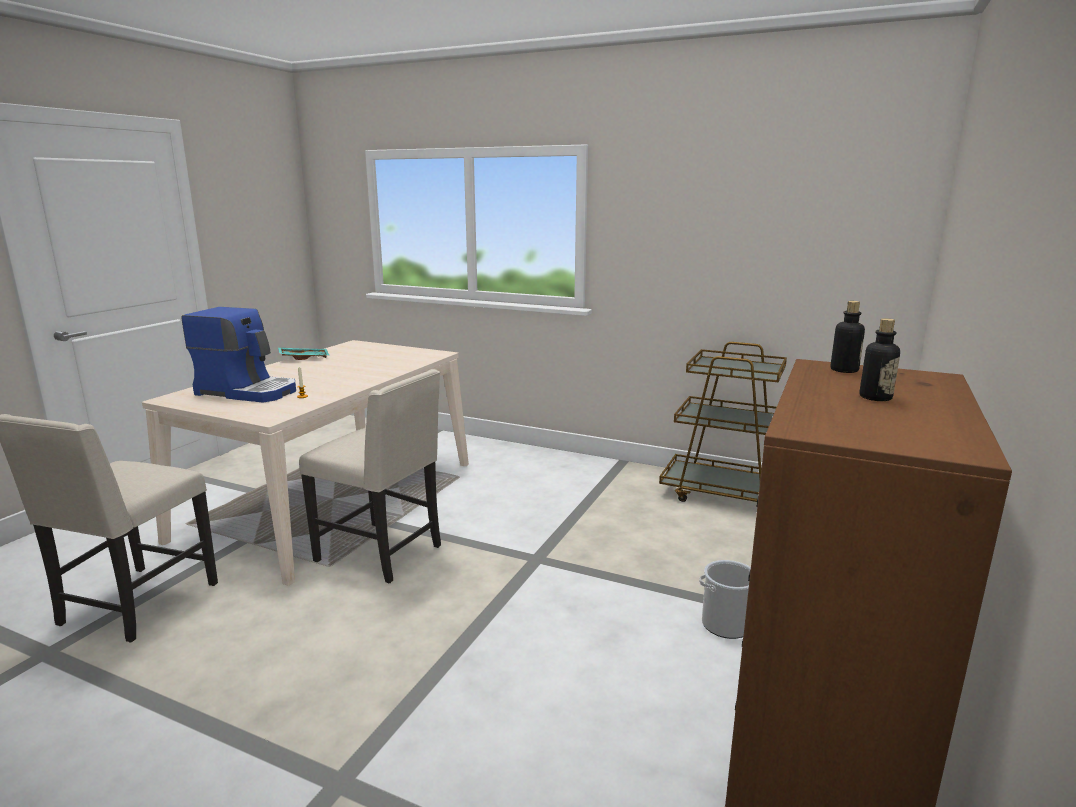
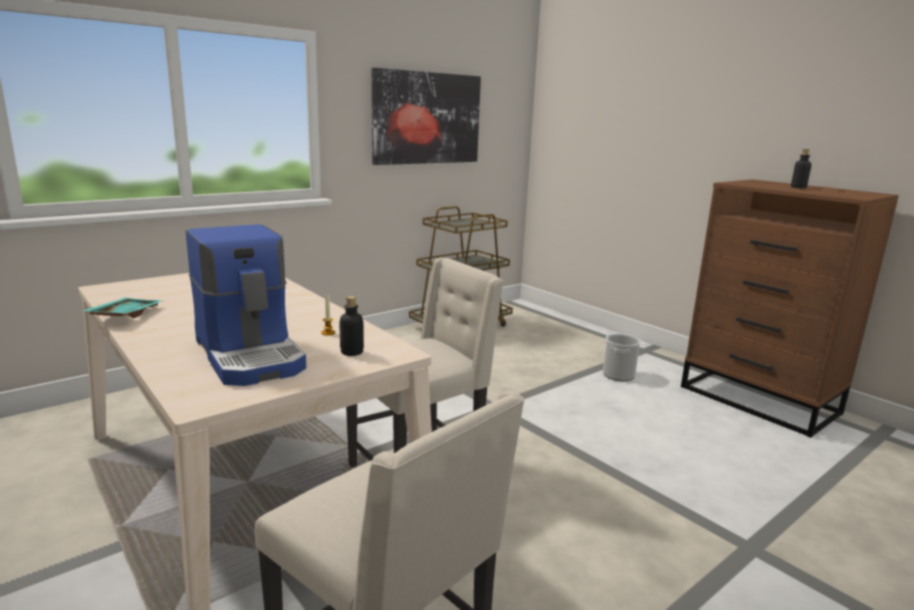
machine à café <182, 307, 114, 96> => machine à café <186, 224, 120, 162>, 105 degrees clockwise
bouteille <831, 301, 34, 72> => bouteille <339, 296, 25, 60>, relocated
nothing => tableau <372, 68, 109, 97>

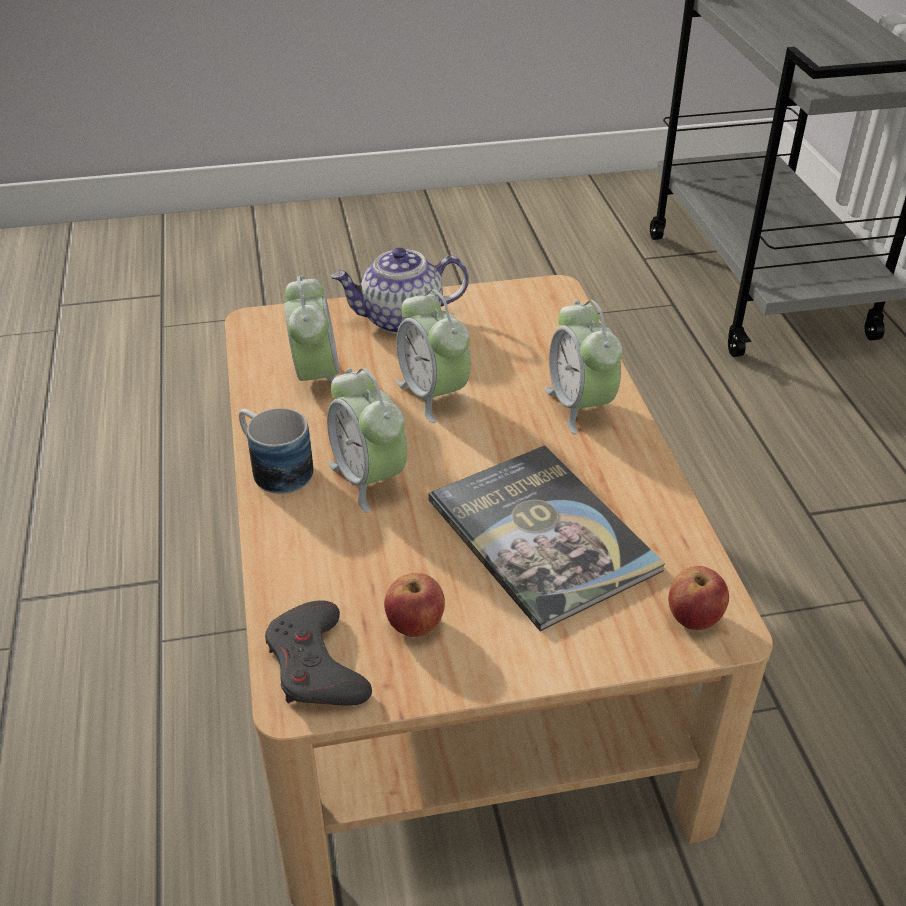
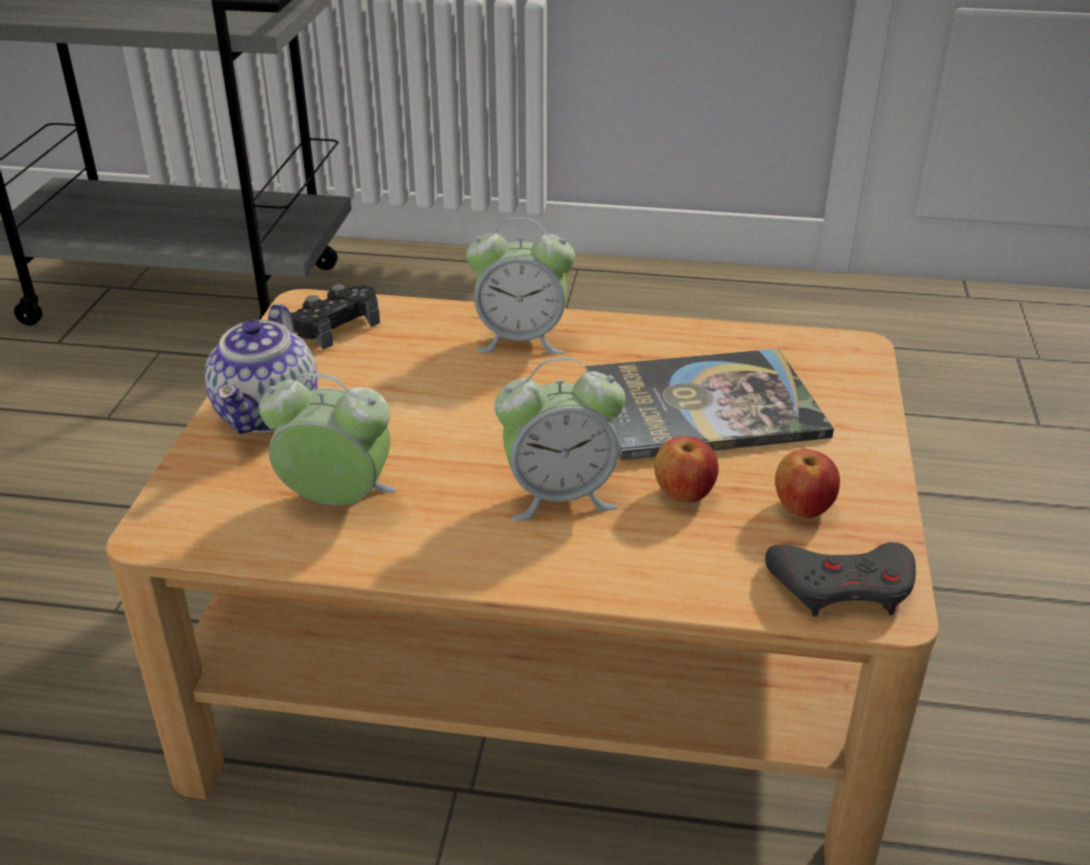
mug <239, 408, 75, 86> => nothing
réveil <396, 289, 75, 134> => nothing
pomme <668, 566, 61, 64> => pomme <654, 436, 64, 66>, relocated
nothing => manette (noir) <291, 284, 89, 66>

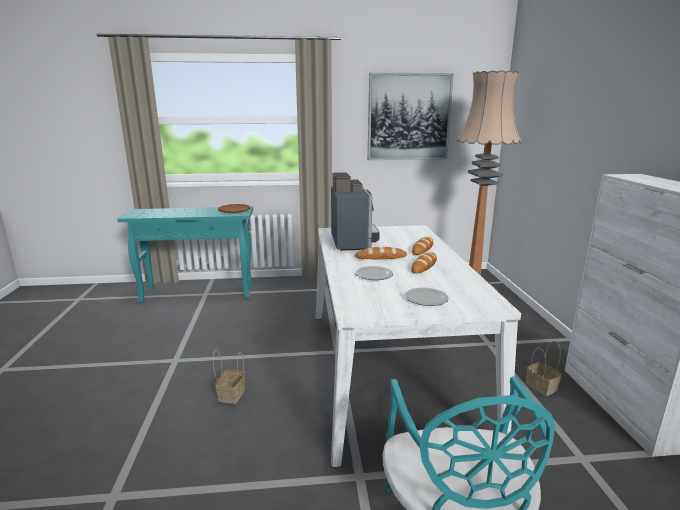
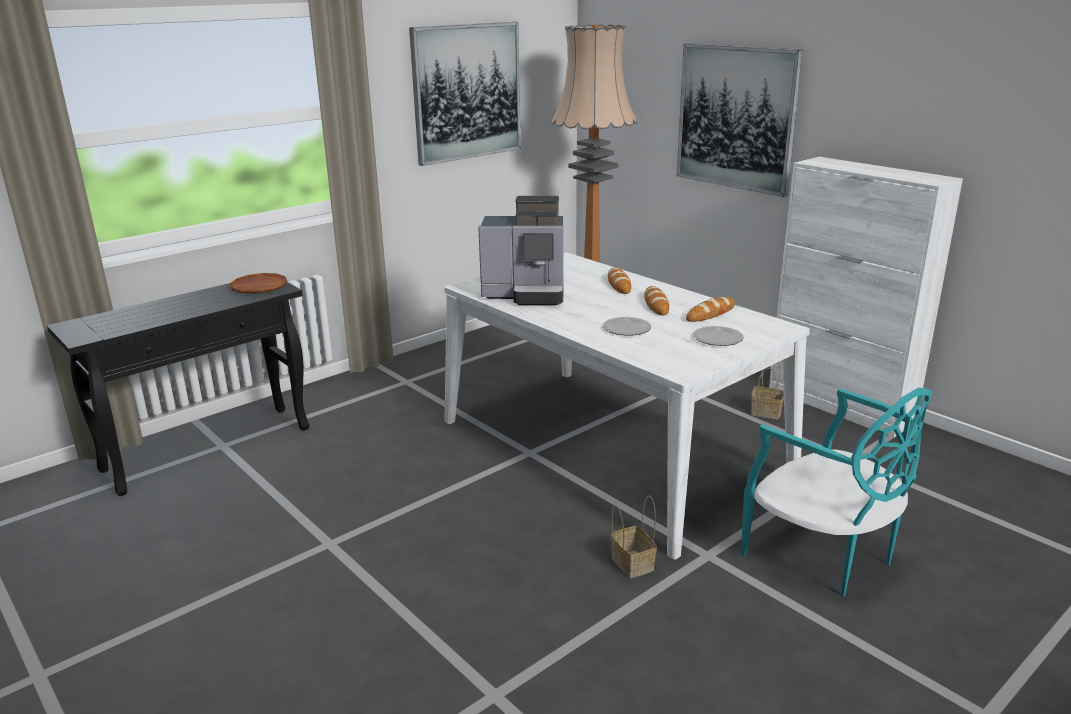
table console (turquoise) <117, 206, 136, 97> => table console (noir) <47, 282, 262, 214>
panier <213, 349, 32, 55> => panier <611, 496, 46, 82>, relocated
machine à café <331, 172, 49, 79> => machine à café <478, 196, 85, 109>, 135 degrees clockwise
pain <355, 247, 52, 12> => pain <686, 297, 49, 25>, relocated
nothing => tableau <677, 43, 126, 154>

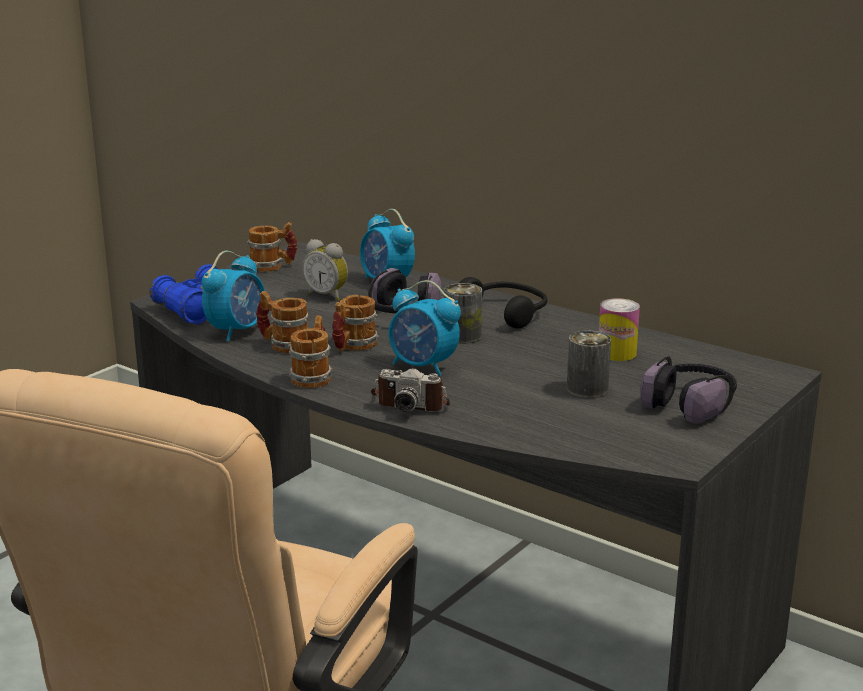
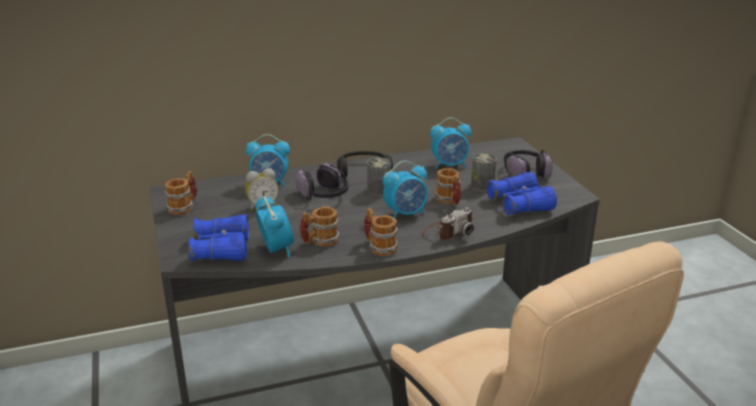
mug <332, 295, 47, 57> => mug <434, 168, 27, 38>, relocated
boîte métallique <599, 298, 41, 63> => réveil <430, 118, 41, 51>
nothing => jumelles (bleu) <486, 172, 71, 44>

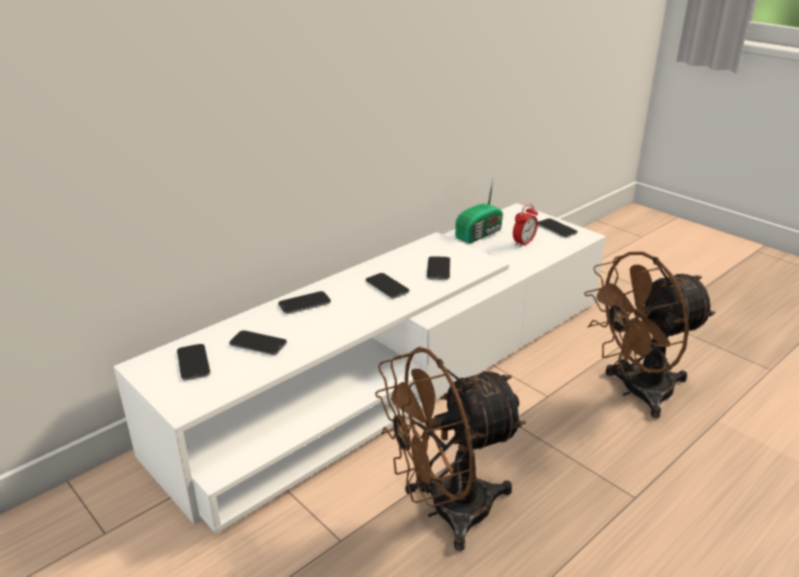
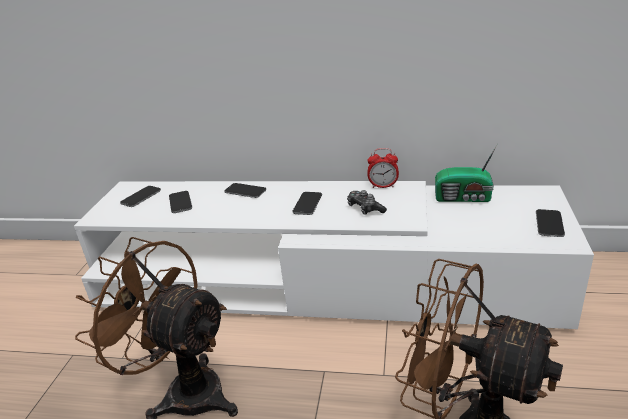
téléphone <427, 256, 23, 24> => manette <347, 190, 40, 25>
réveil <513, 204, 25, 44> => réveil <367, 148, 32, 40>, relocated

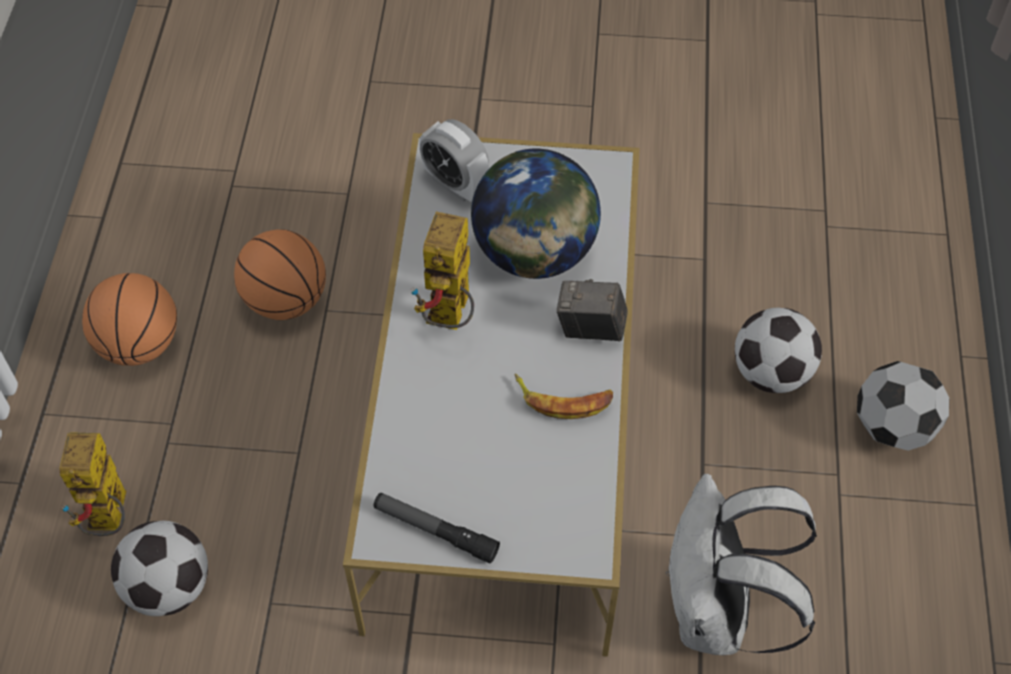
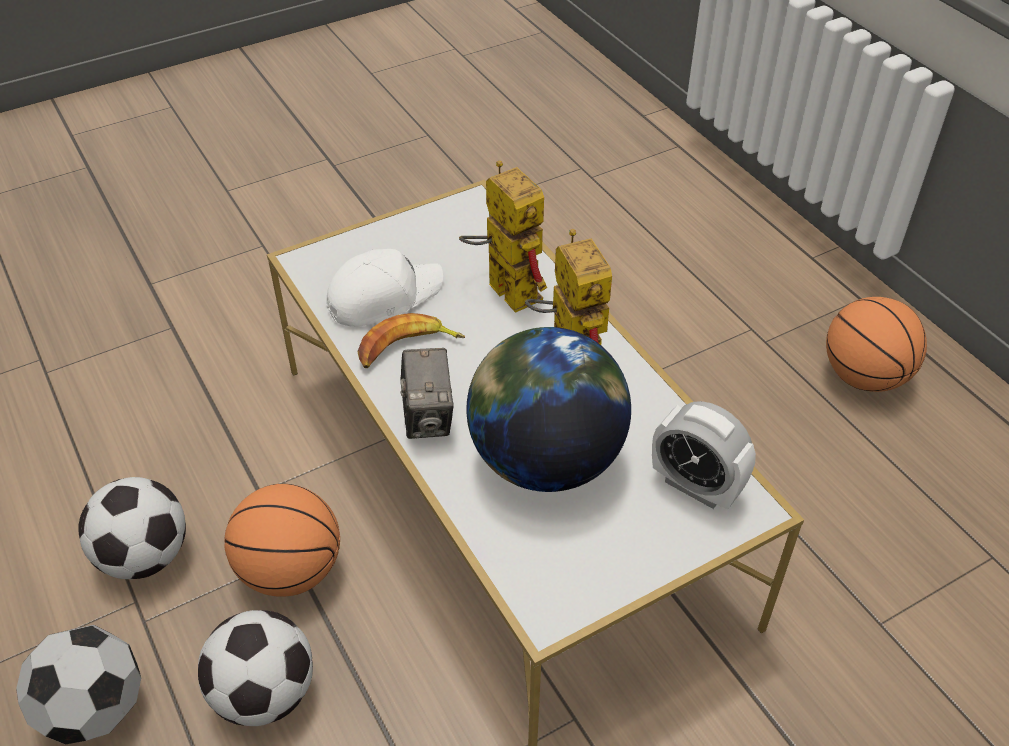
robot jouet <59, 432, 67, 104> => robot jouet <459, 160, 88, 153>, relocated
ballon de foot <111, 521, 97, 95> => ballon de foot <78, 477, 108, 102>, relocated
ballon de basket <234, 229, 92, 91> => ballon de basket <224, 484, 116, 113>, relocated
lampe de poche <373, 493, 127, 71> => nothing
réveil <419, 119, 70, 83> => réveil <652, 401, 104, 108>, 150 degrees counterclockwise
appareil photo <557, 279, 71, 63> => appareil photo <400, 348, 54, 91>, 105 degrees clockwise
sac à dos (blanc) <666, 474, 151, 181> => nothing
nothing => casquette (blanc) <327, 249, 116, 78>

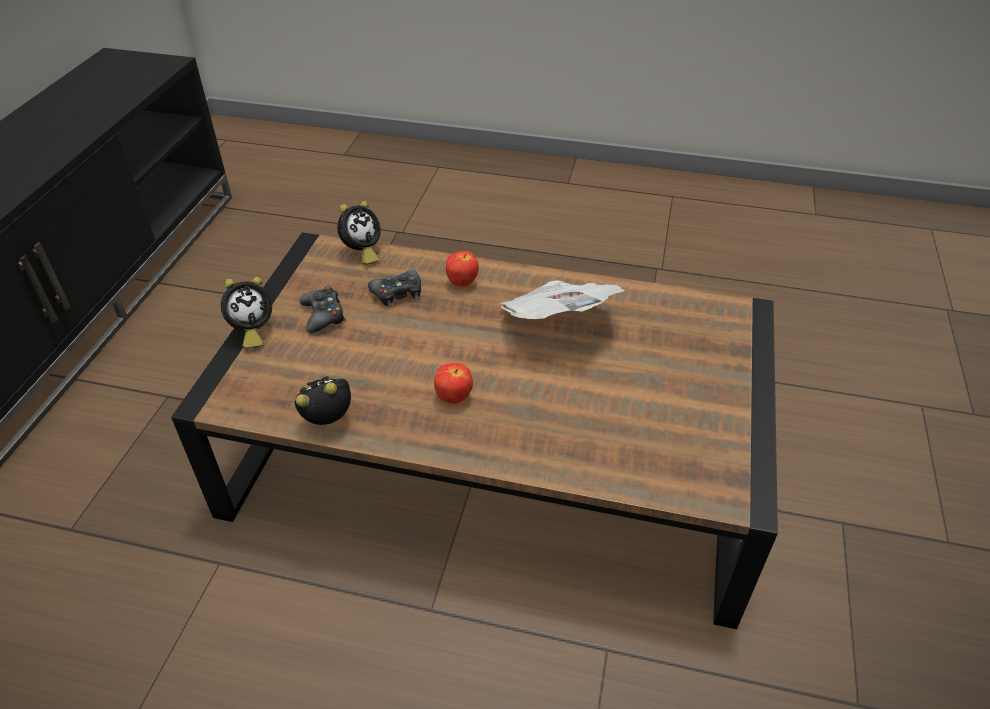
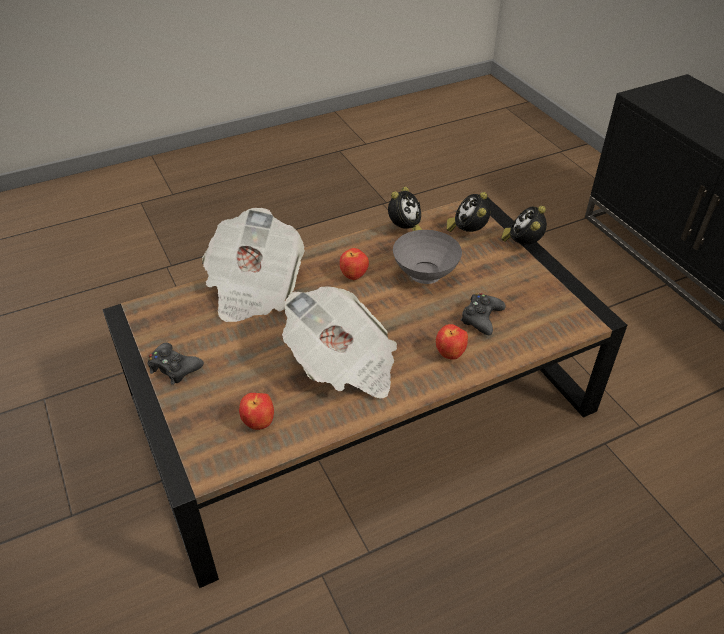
manette (noir) <300, 286, 46, 47> => manette (noir) <147, 342, 57, 43>, relocated
réveil <337, 201, 44, 64> => réveil <446, 192, 44, 40>, relocated
nothing => journal <202, 208, 103, 114>
nothing => pomme <239, 393, 35, 37>
nothing => bol (gris) <393, 230, 69, 54>

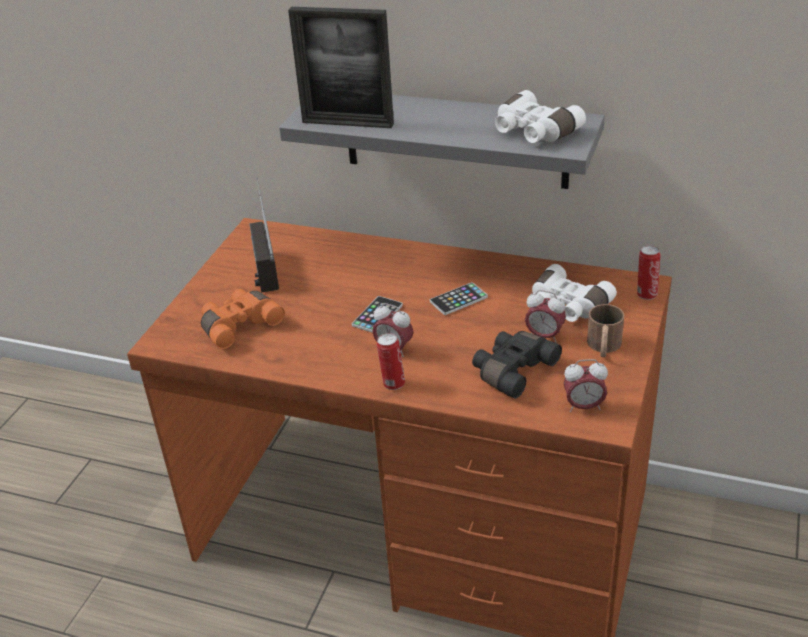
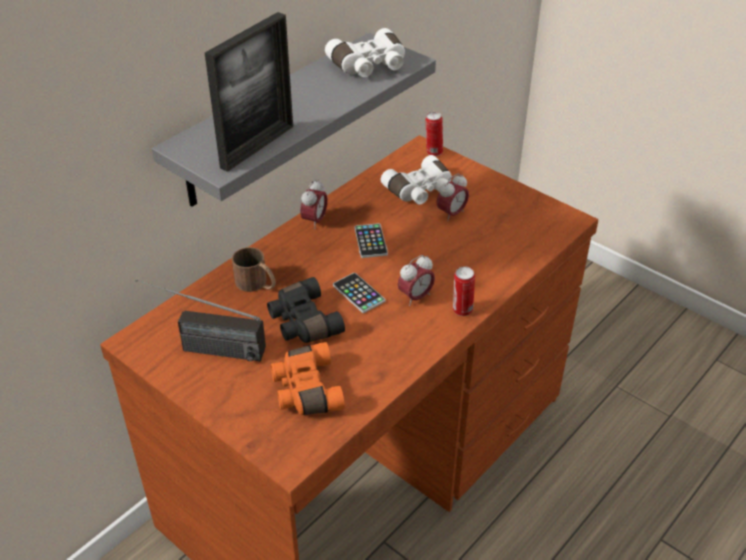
jumelles (noir) <472, 331, 90, 68> => jumelles (noir) <267, 277, 78, 66>, relocated
réveil <564, 359, 44, 53> => réveil <300, 179, 28, 50>, relocated
mug (marron) <587, 304, 37, 53> => mug (marron) <232, 247, 44, 45>, relocated

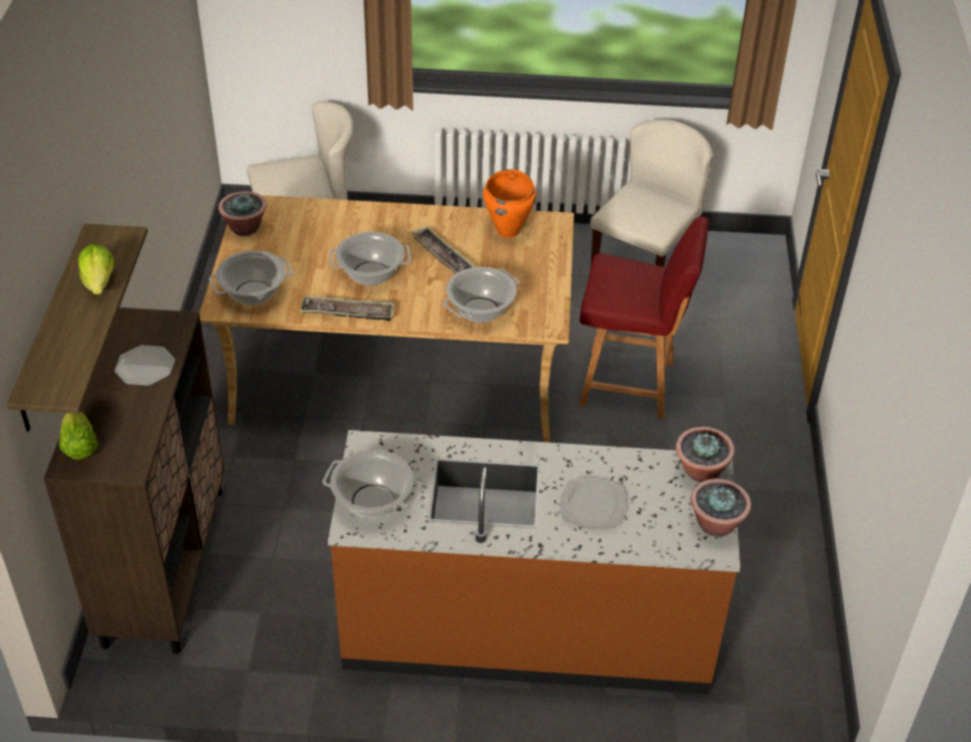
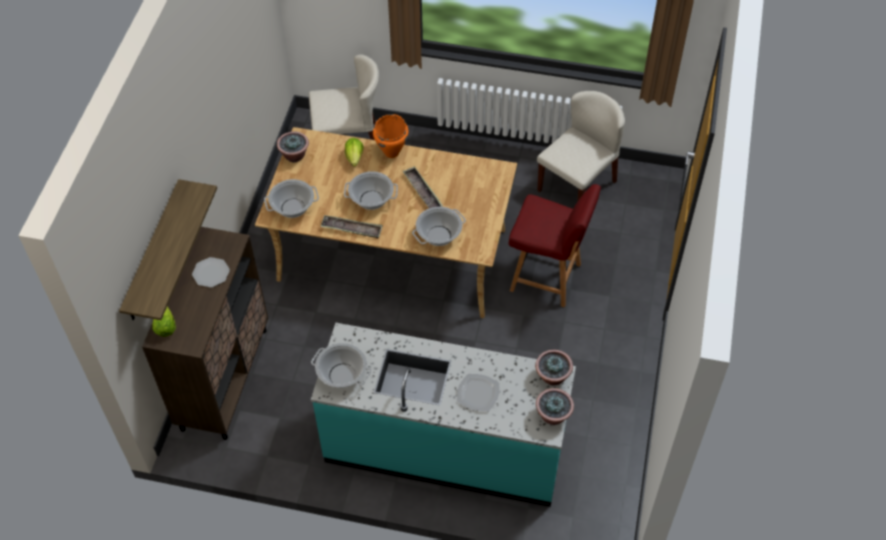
laitue <78, 244, 36, 51> => laitue <345, 138, 18, 29>, relocated
comptoir de cuisine (marron) <328, 430, 412, 264> => comptoir de cuisine (turquoise) <311, 323, 265, 184>
marmite (orange) <483, 169, 53, 69> => marmite (orange) <373, 114, 36, 44>, relocated

